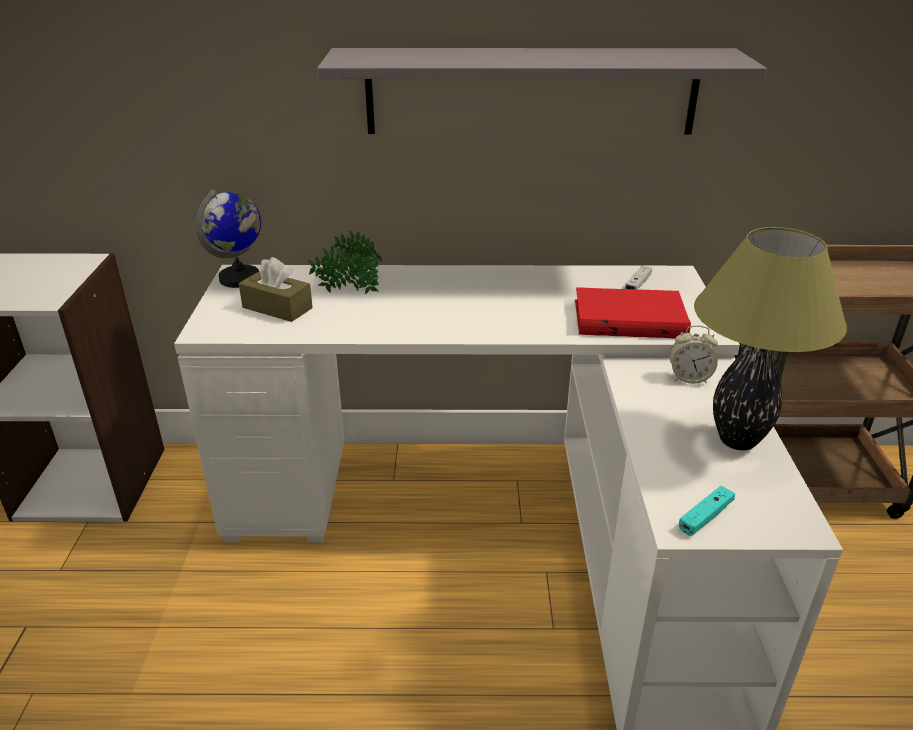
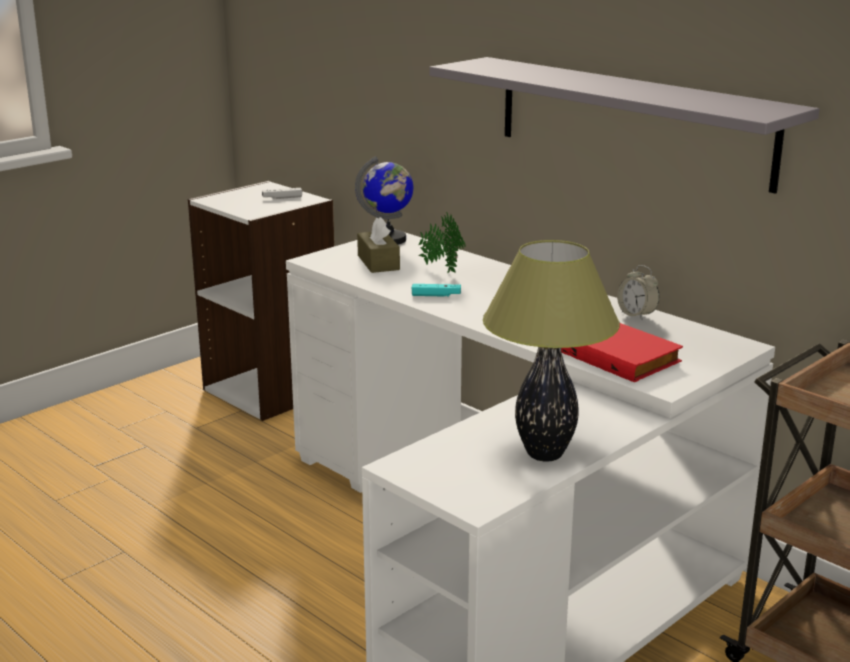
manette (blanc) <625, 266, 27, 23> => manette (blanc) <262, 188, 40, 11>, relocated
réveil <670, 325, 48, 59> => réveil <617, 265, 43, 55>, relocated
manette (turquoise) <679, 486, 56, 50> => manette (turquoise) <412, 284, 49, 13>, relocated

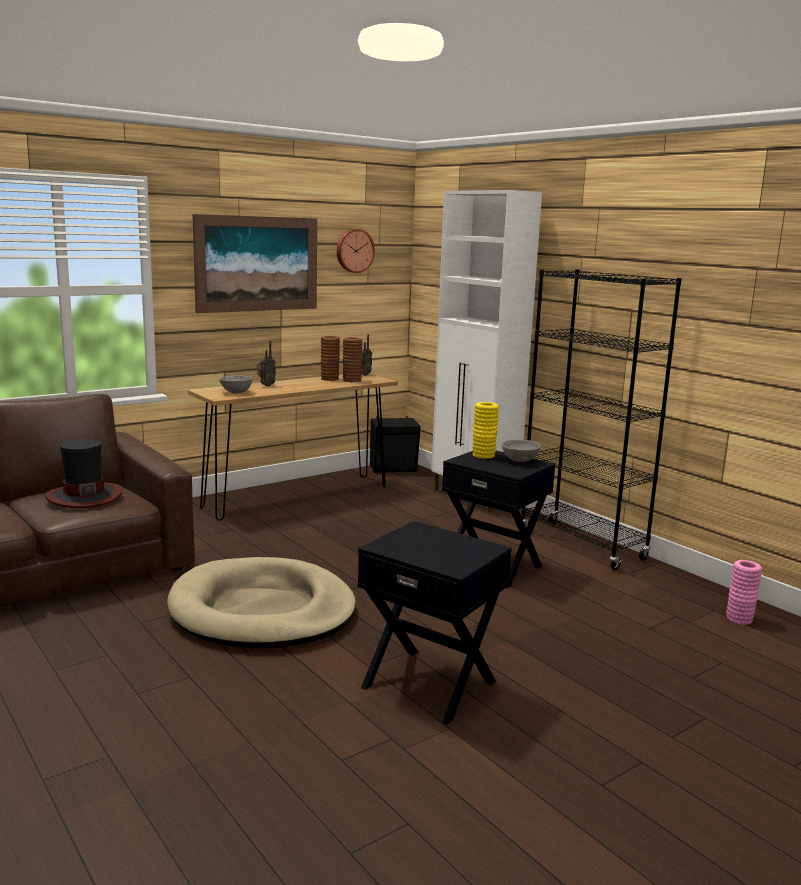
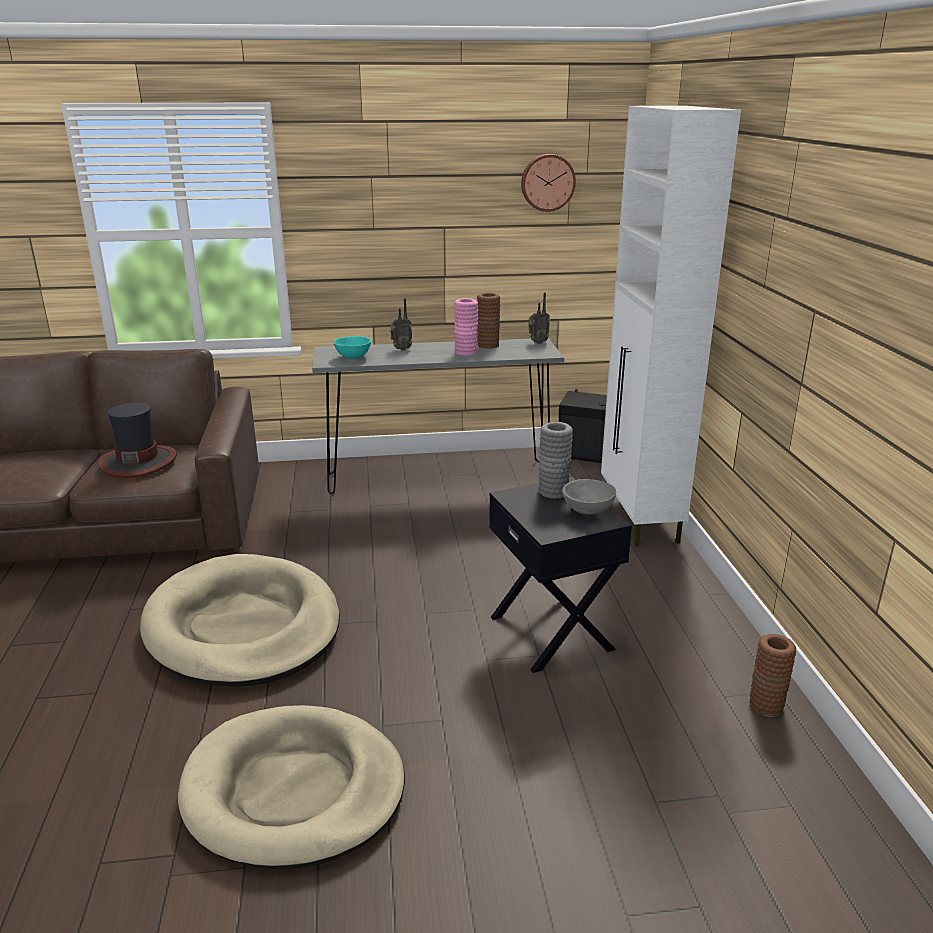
table console (marron) <188, 374, 210, 147> => table console (gris) <312, 338, 252, 156>
tableau <192, 214, 125, 99> => nothing
bol (gris) <219, 375, 34, 19> => bol (turquoise) <333, 336, 38, 23>
vase (marron) <343, 337, 20, 45> => vase (marron) <749, 634, 47, 83>, relocated
table d'appoint (noir) <358, 521, 154, 204> => panier pour chien (beige) <178, 705, 227, 164>
vase (jaune) <472, 402, 27, 56> => vase (gris) <539, 422, 34, 76>
bibliothèque (noir) <521, 269, 161, 301> => nothing
vase (rose) <726, 560, 36, 65> => vase (rose) <454, 298, 24, 58>, relocated

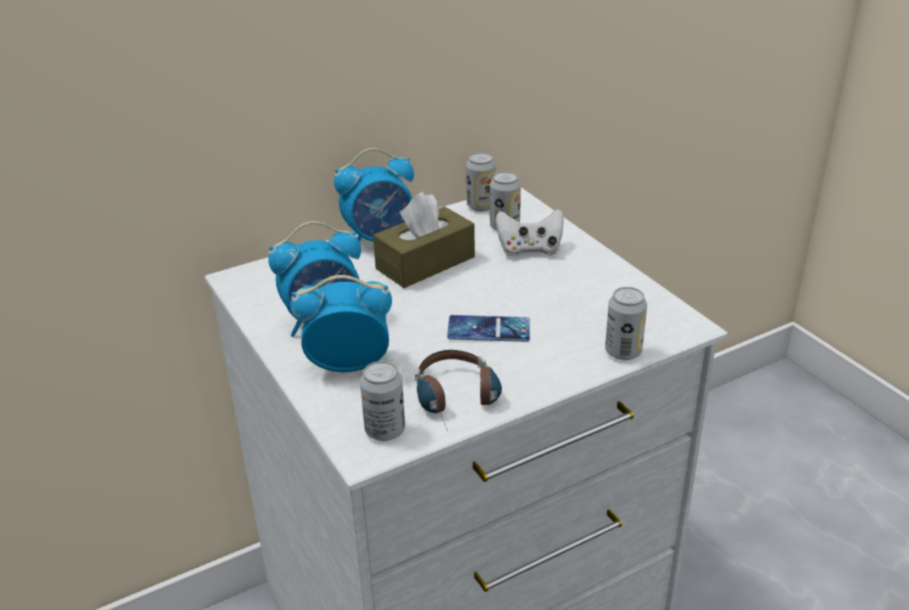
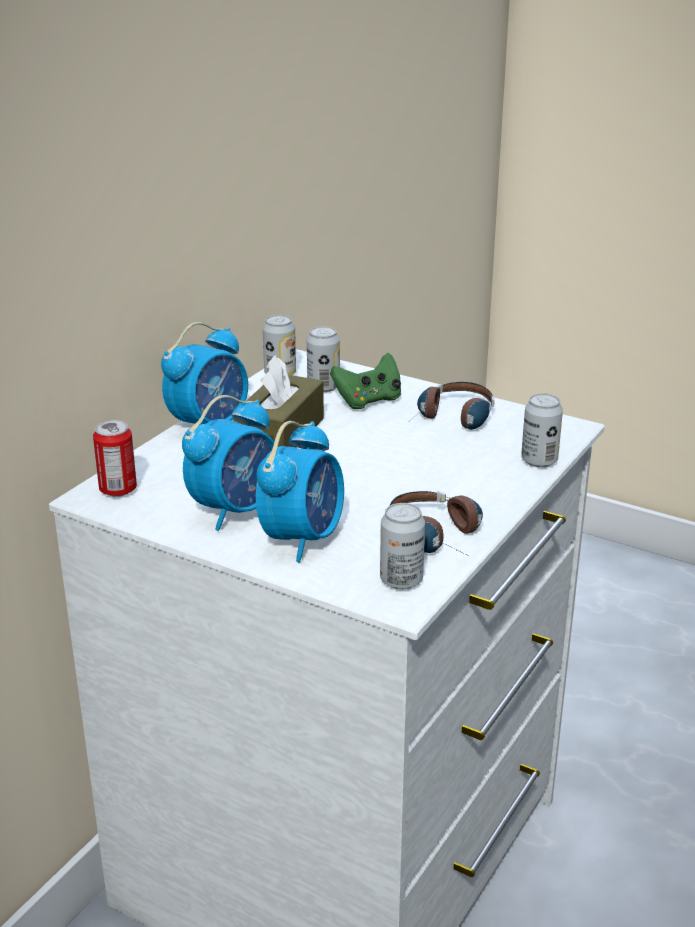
réveil <290, 275, 102, 97> => réveil <256, 421, 88, 141>, 150 degrees clockwise
téléphone <447, 315, 83, 27> => nothing
manette (blanc) <496, 209, 68, 47> => manette (vert) <330, 353, 71, 56>
nothing => boîte métallique <93, 420, 44, 77>
nothing => casque audio <410, 382, 85, 48>

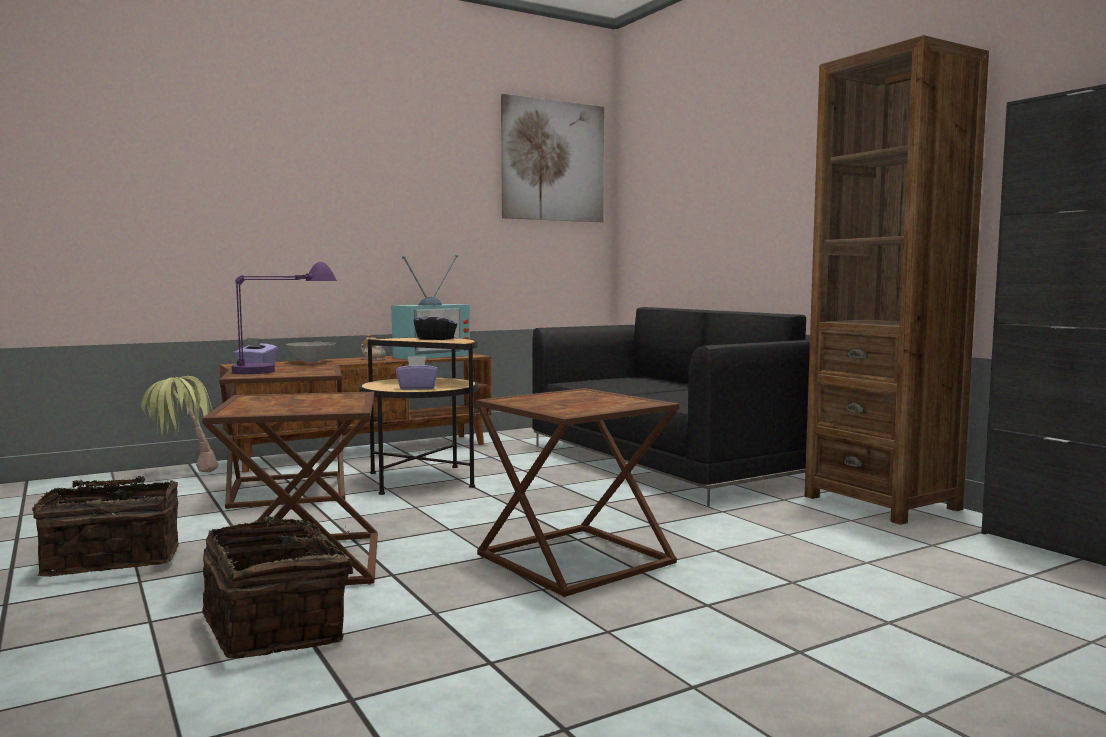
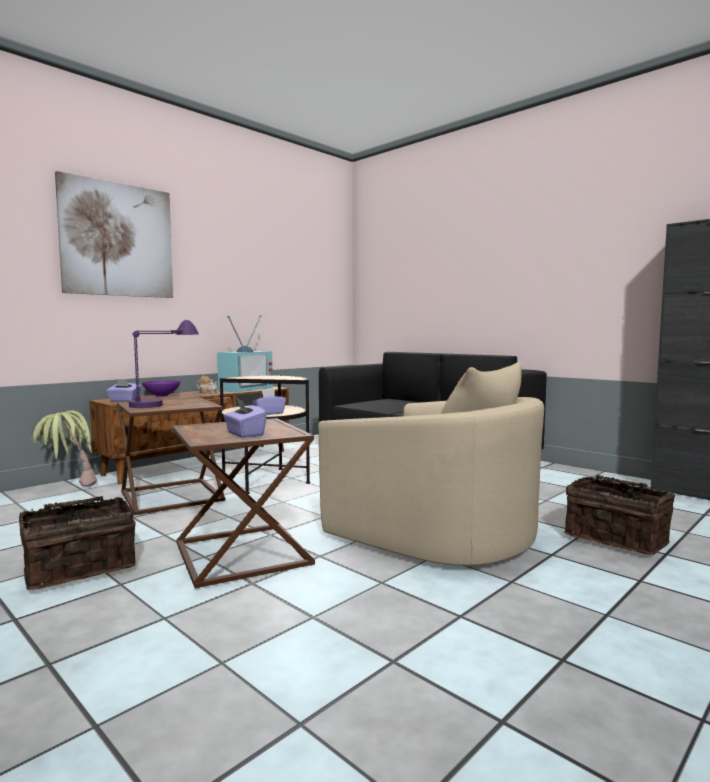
panier <202, 516, 151, 142> => panier <564, 475, 111, 80>, relocated
bol (gris) <286, 342, 50, 21> => bol (violet) <142, 381, 39, 16>
boîte à mouchoirs (noir) <414, 309, 43, 31> => nothing
table d'appoint (marron) <476, 388, 203, 209> => fauteuil (beige) <318, 362, 226, 204>
tableau <501, 94, 103, 128> => tableau <55, 171, 118, 127>, relocated
bibliothèque (marron) <805, 35, 184, 490> => nothing
nothing => boîte à mouchoirs (violet) <224, 399, 43, 39>

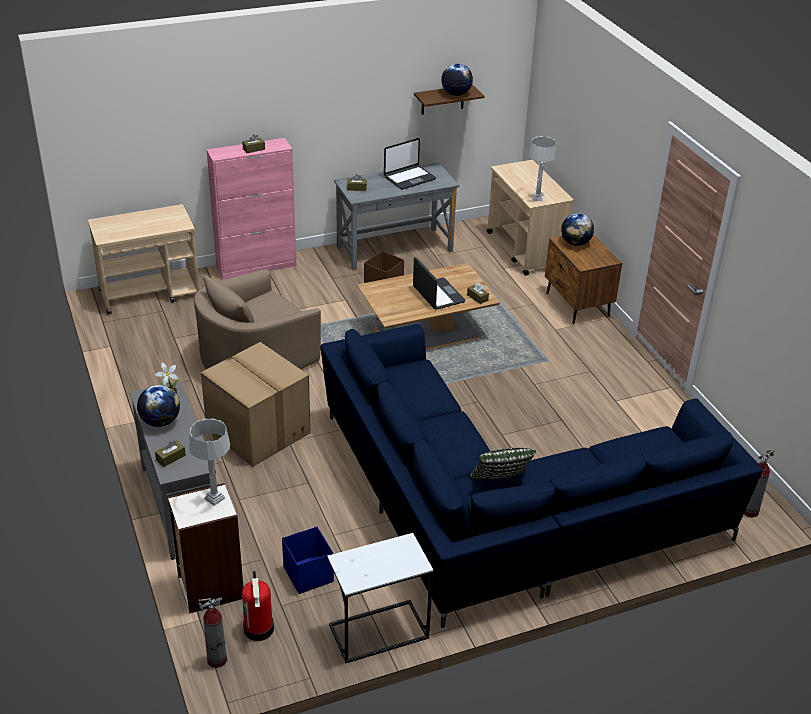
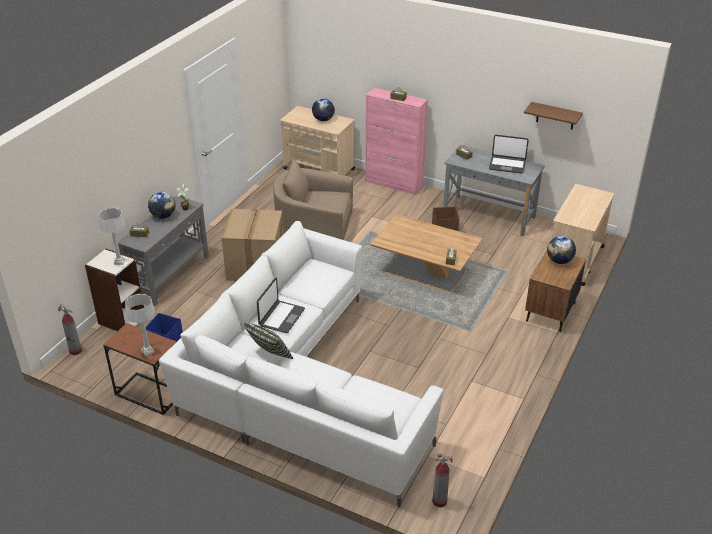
extincteur <242, 571, 32, 70> => nothing
canapé (bleu) <320, 324, 443, 304> => canapé (blanc) <159, 221, 284, 287>
table d'appoint (blanc) <327, 533, 106, 130> => table d'appoint (marron) <103, 323, 73, 92>
ordinateur portable <413, 257, 52, 53> => ordinateur portable <257, 277, 48, 56>, relocated
globe <441, 64, 32, 32> => globe <312, 98, 23, 23>, relocated
lampe de table (gris) <529, 136, 27, 65> => lampe de table (gris) <125, 294, 30, 62>, relocated

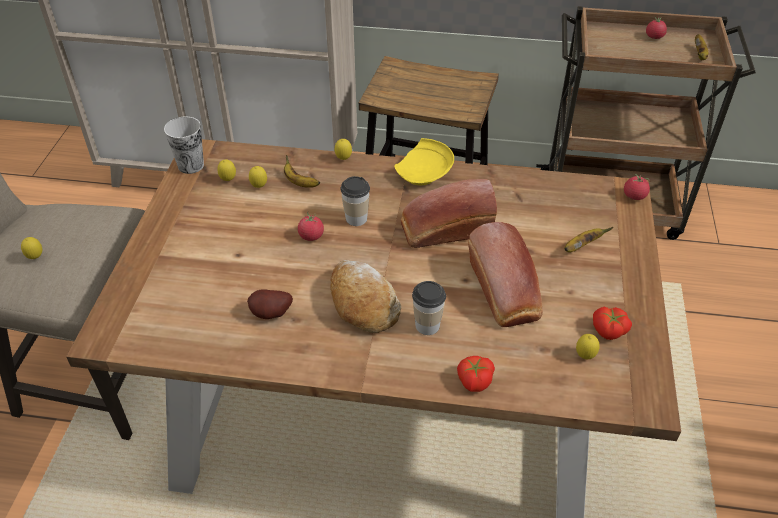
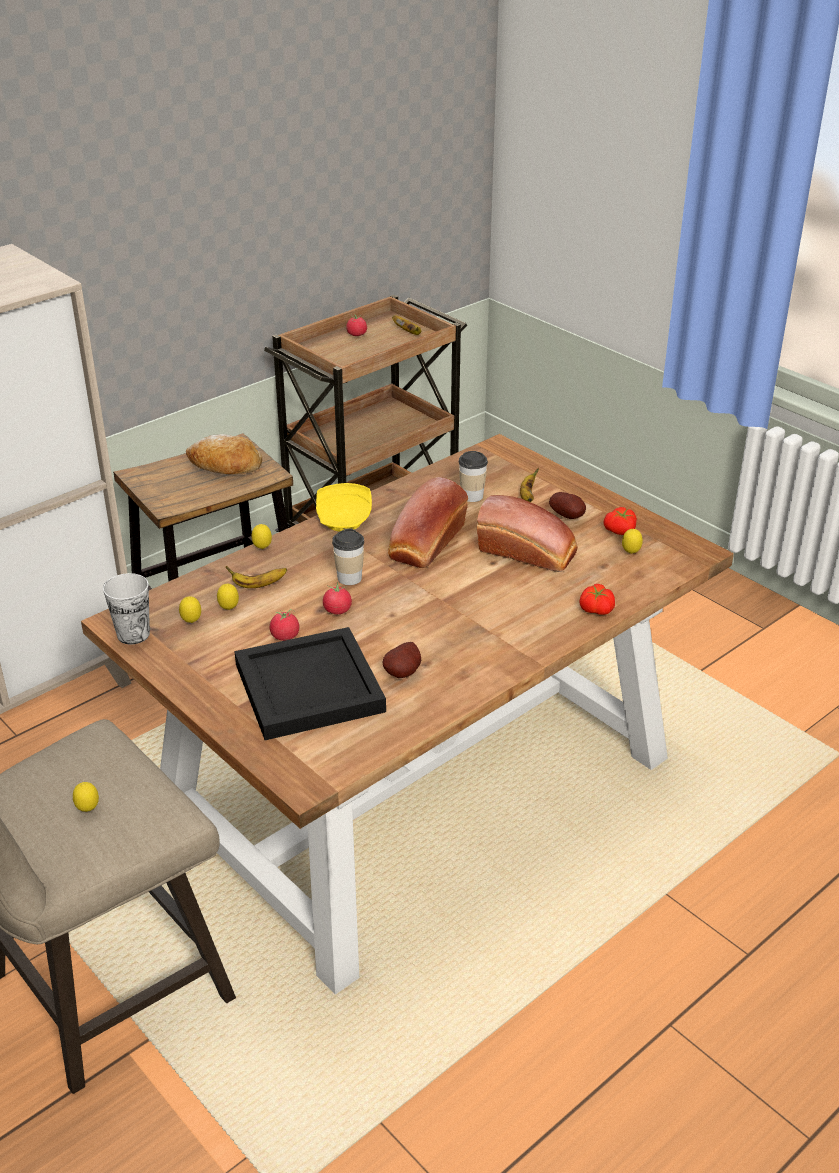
pain <330, 260, 71, 73> => pain <186, 434, 76, 40>, relocated
tasse <412, 281, 34, 54> => tasse <459, 451, 29, 51>, relocated
tomate <624, 174, 26, 26> => tomate <270, 609, 29, 32>, relocated
nothing => plateau (noir) <234, 627, 152, 113>
nothing => pomme de terre <549, 492, 37, 27>

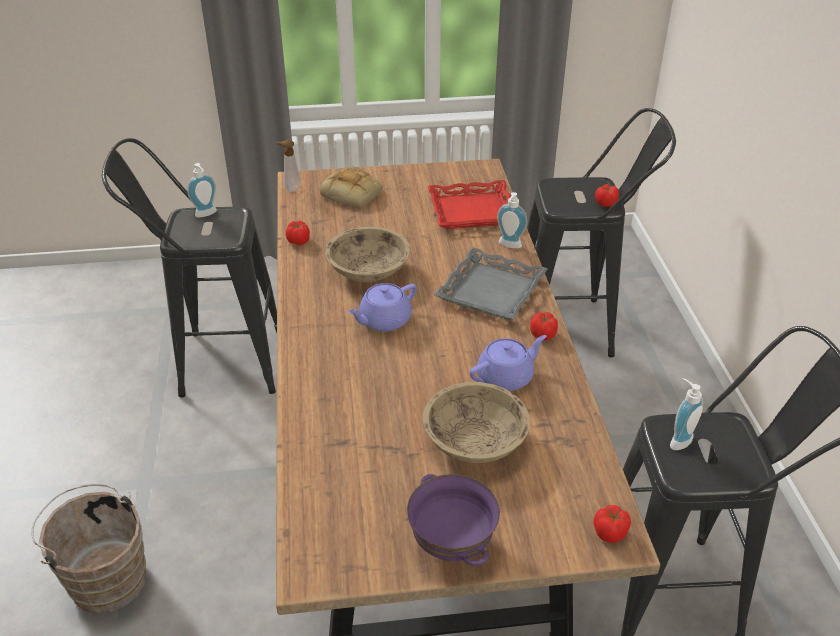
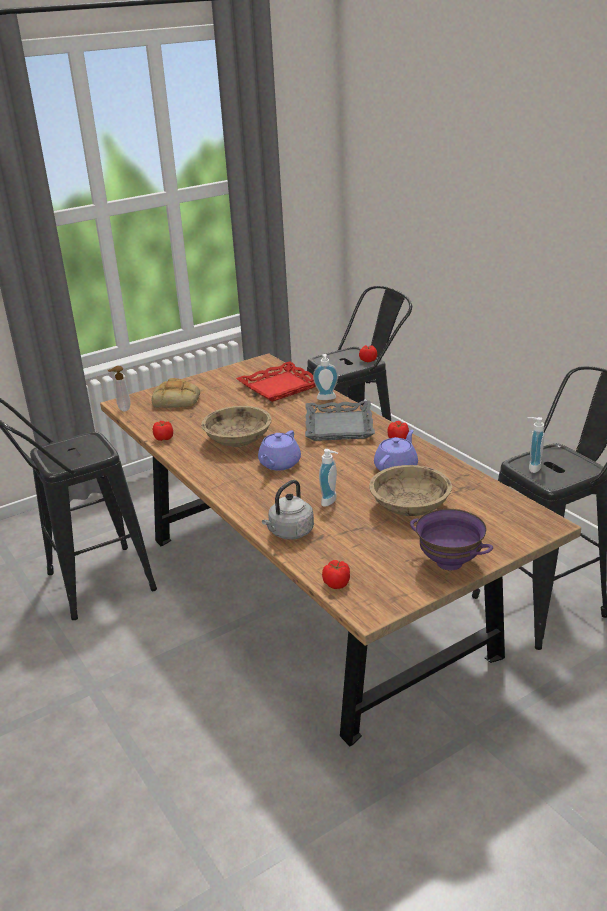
seau (marron) <31, 484, 115, 130> => nothing
distributeur de savon <187, 163, 30, 54> => distributeur de savon <319, 449, 19, 58>, relocated
tomate <593, 505, 38, 38> => tomate <322, 560, 28, 29>, relocated
nothing => bouilloire (gris) <262, 480, 52, 60>

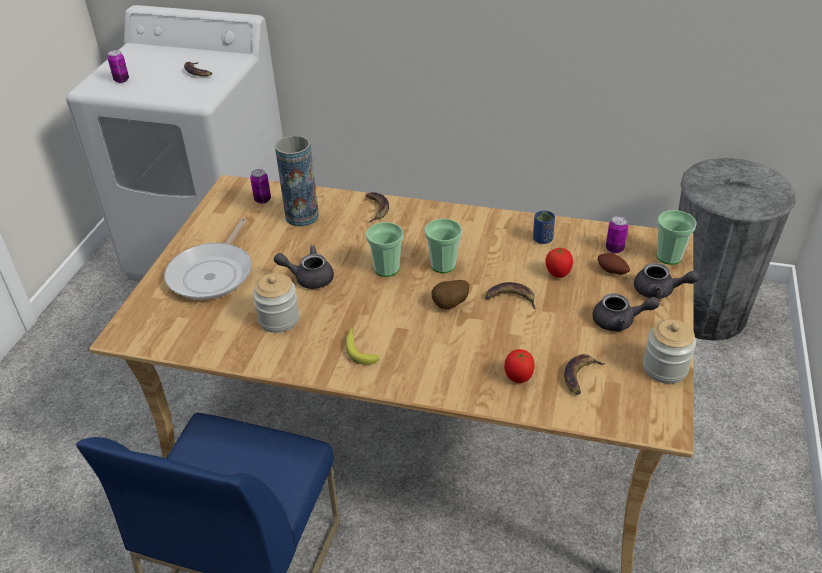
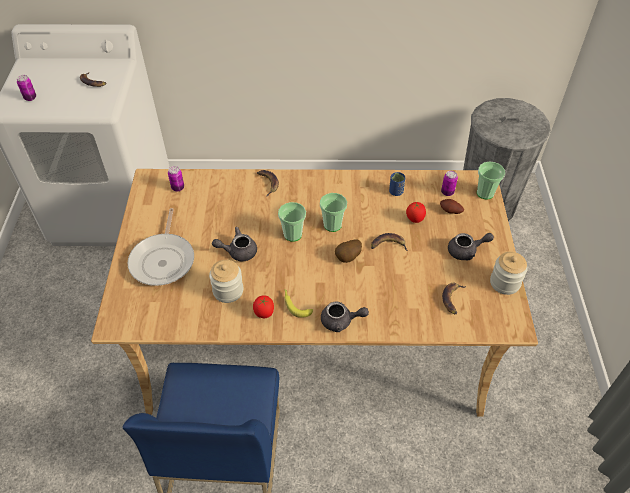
vase <275, 136, 44, 91> => nothing
tomate <504, 349, 31, 34> => tomate <253, 295, 21, 23>, relocated
théière (gris) <634, 263, 65, 36> => théière (gris) <321, 301, 48, 31>, relocated

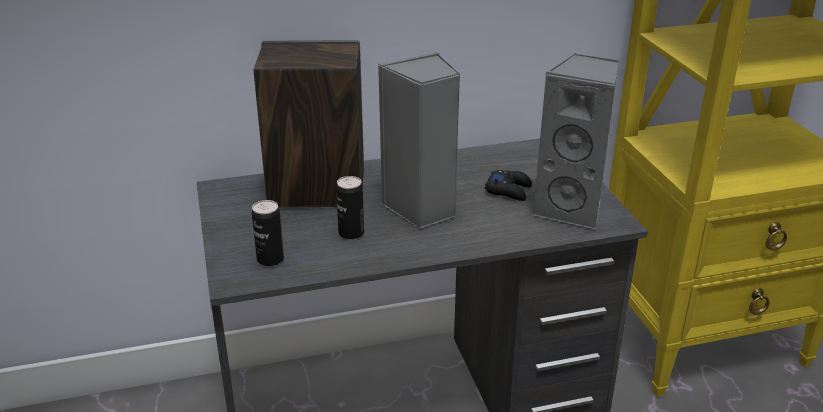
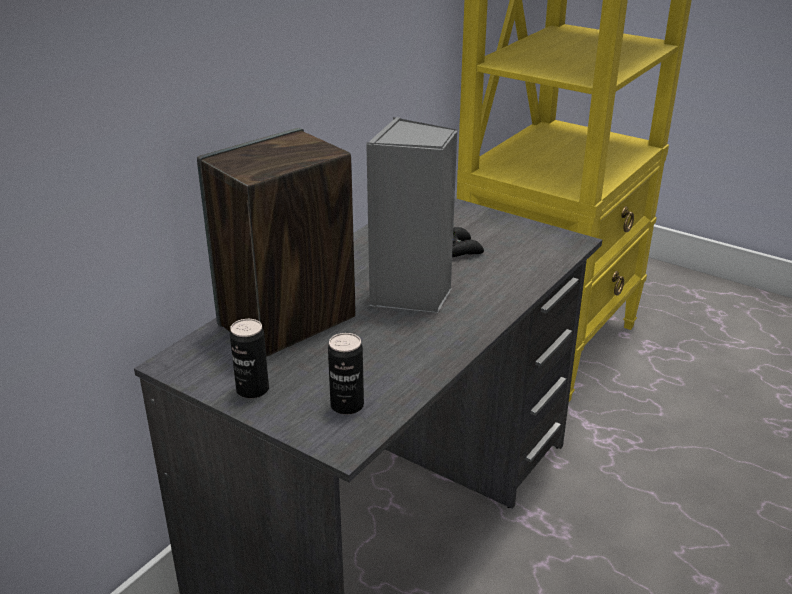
boîte métallique <336, 176, 28, 64> => boîte métallique <230, 319, 39, 80>, relocated
enceinte (gris) <533, 54, 86, 176> => nothing

